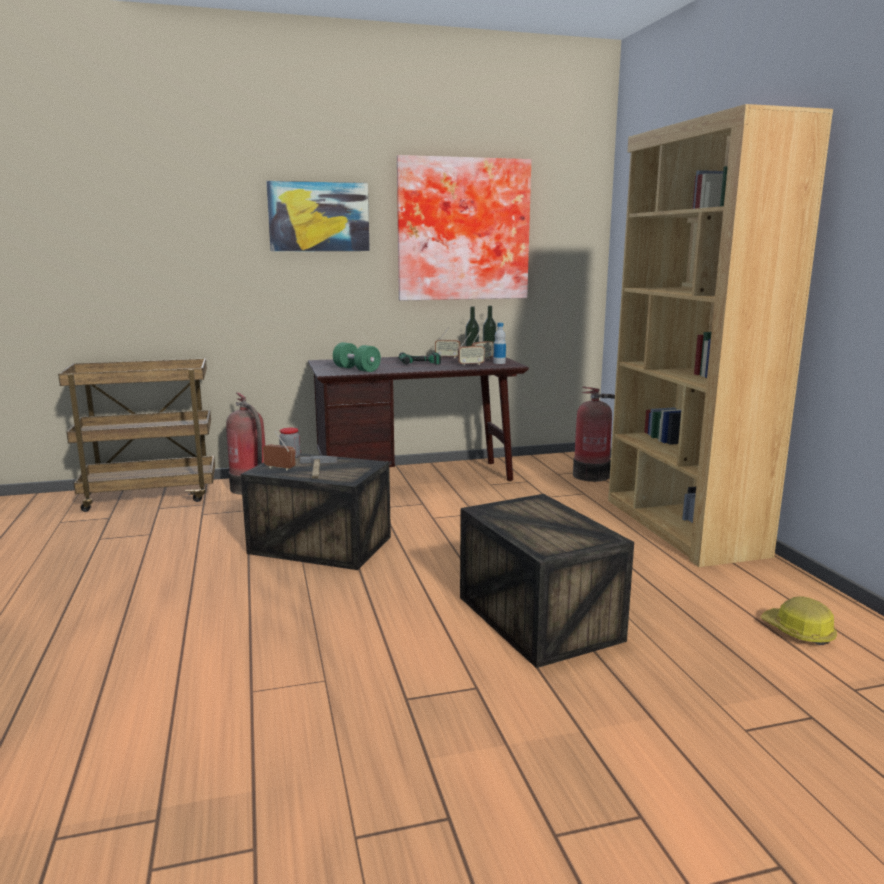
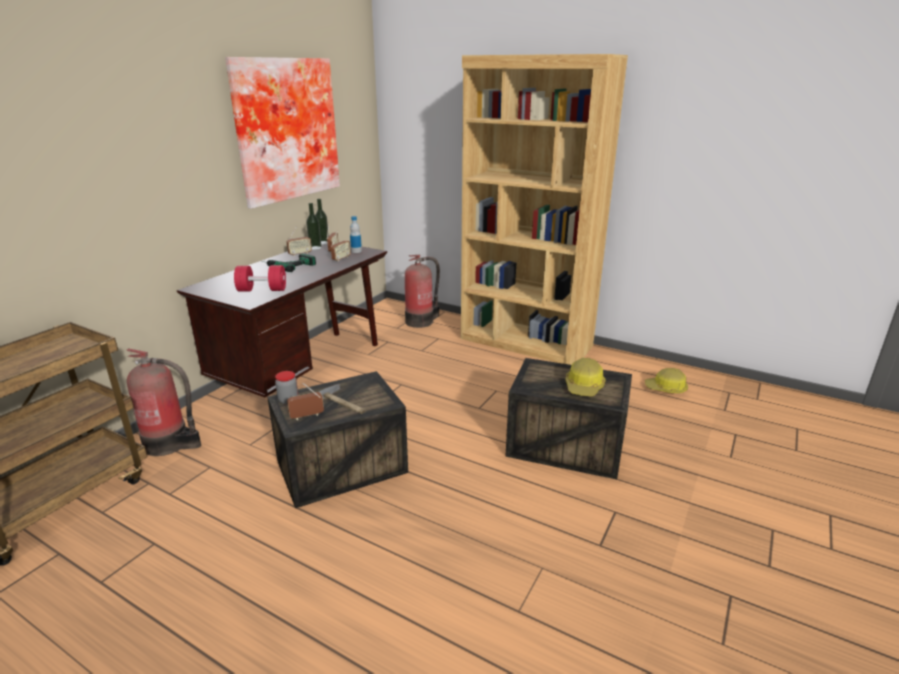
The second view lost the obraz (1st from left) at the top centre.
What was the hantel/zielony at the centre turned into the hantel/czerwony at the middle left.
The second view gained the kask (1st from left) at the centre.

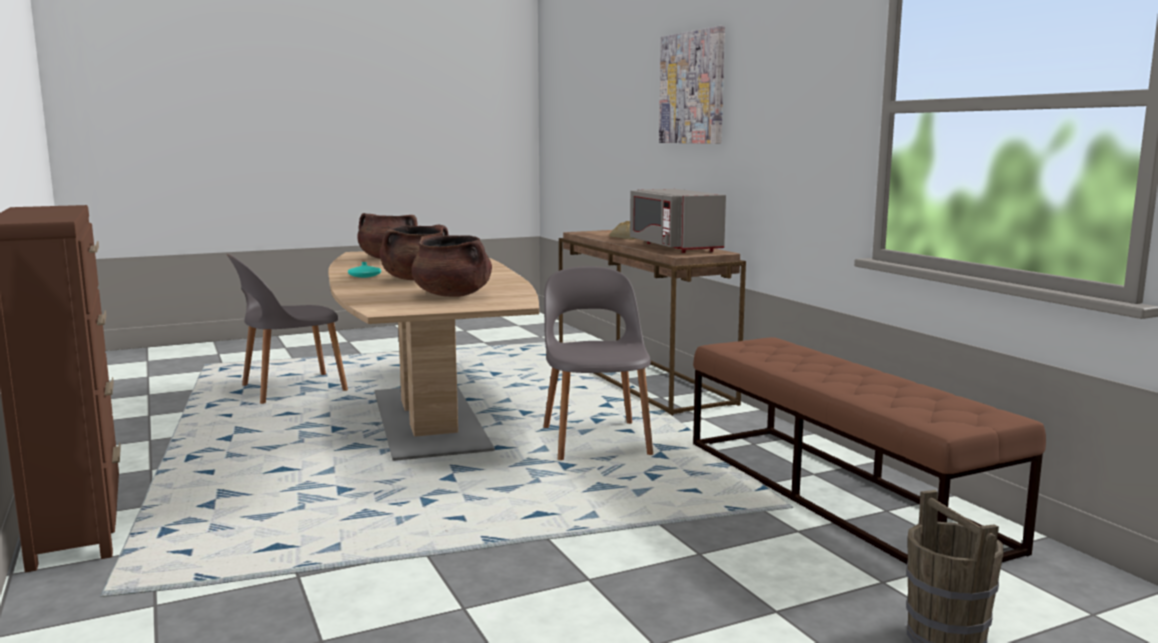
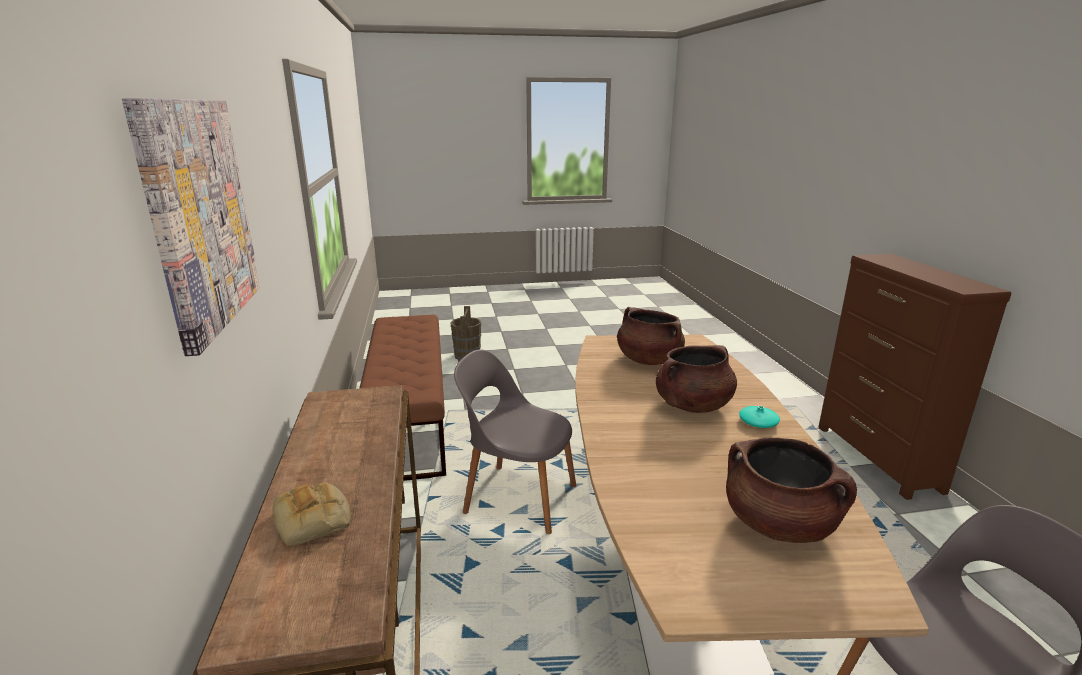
The second view lost the mikrofalówka/szary at the centre.
The krzesło/szary (2nd from left in the first image) at the centre ended up facing another way, 105 degrees clockwise from before.

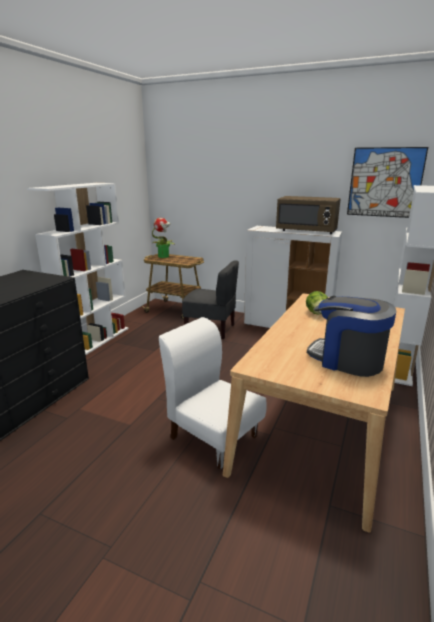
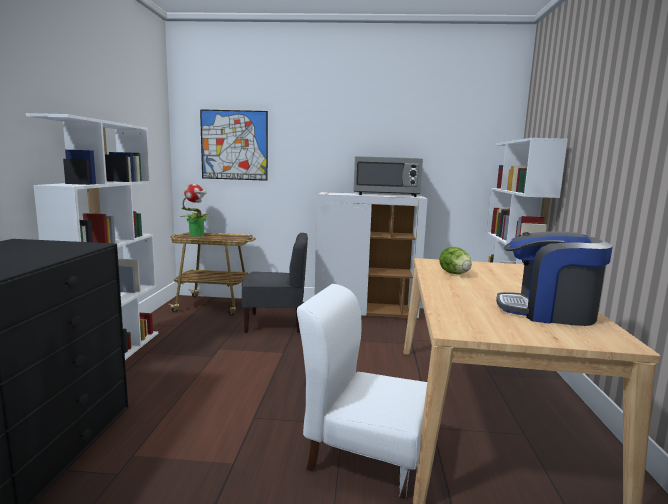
The obraz ended up elsewhere, having gone from the top right to the top centre.
What was the mikrofalówka/brązowy at the middle right turned into the mikrofalówka/szary at the centre.

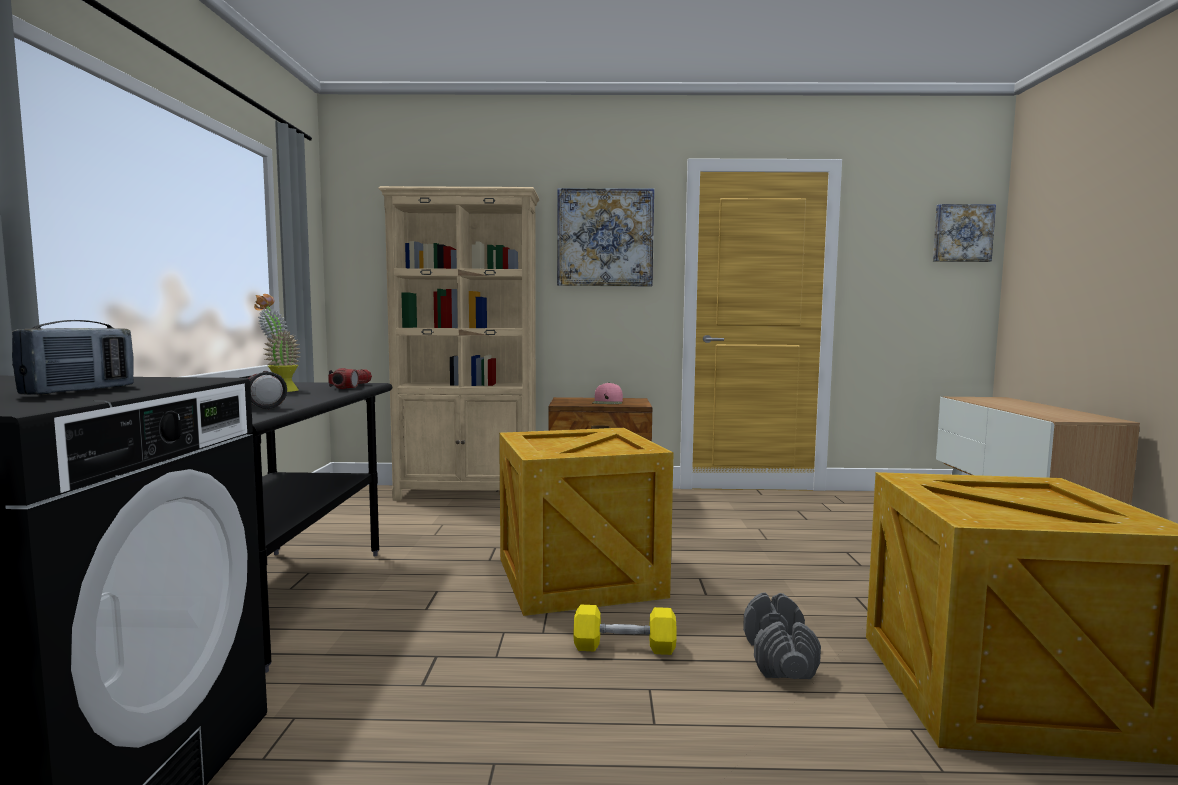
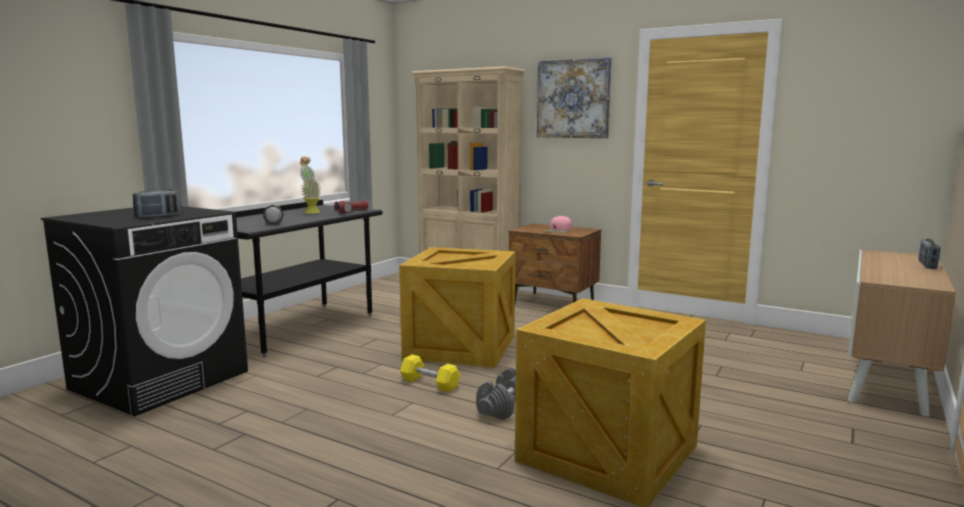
The second view lost the obraz (2nd from left) at the top right.
The second view gained the radio (2nd from left) at the middle right.

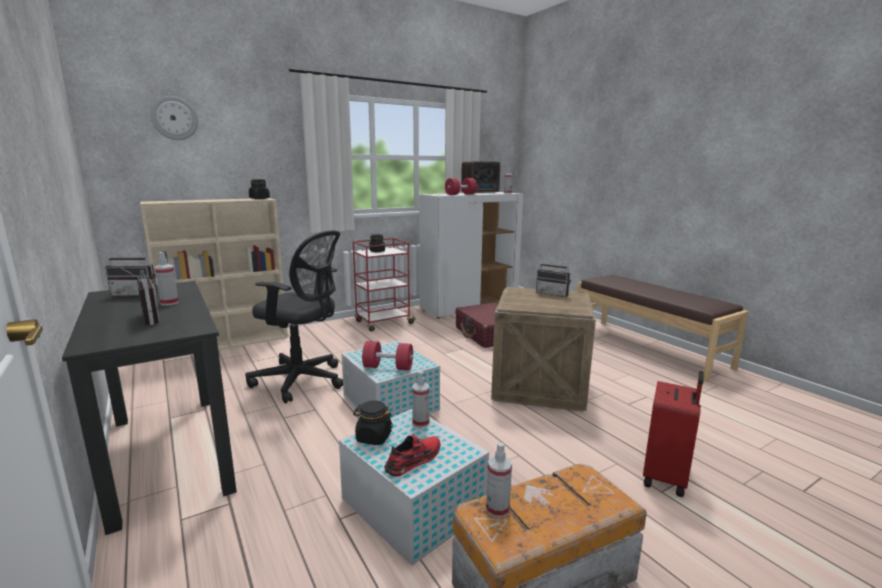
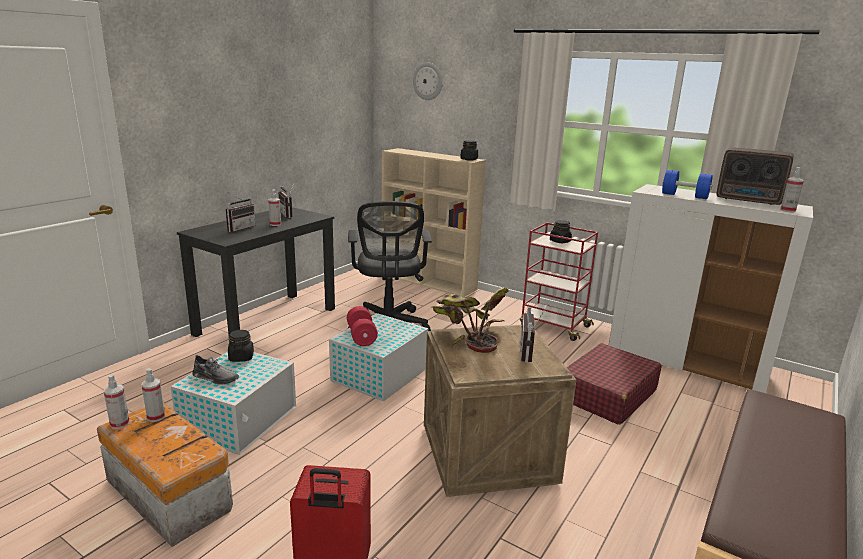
What was the hantel/czerwony (2nd from left) at the top centre turned into the hantel/niebieski at the top right.
The spryskiwacz (2nd from left in the first image) ended up elsewhere, having gone from the bottom centre to the bottom left.
What was the but/czerwony at the bottom centre turned into the but/szary at the middle left.
The second view gained the roślina doniczkowa at the centre.

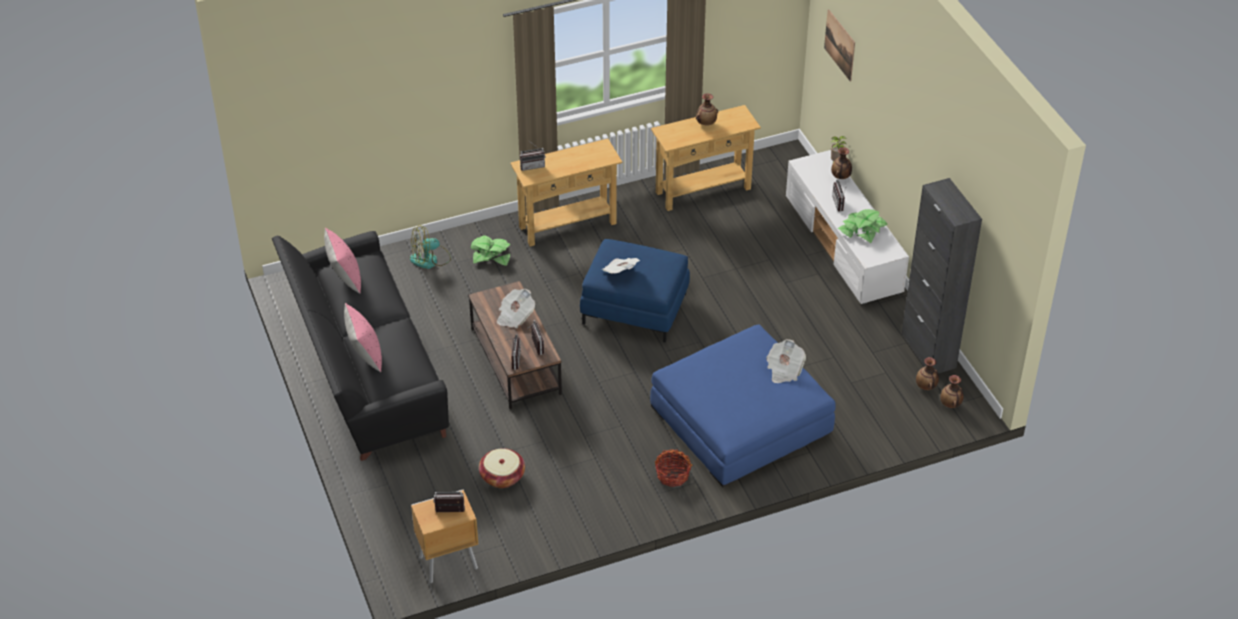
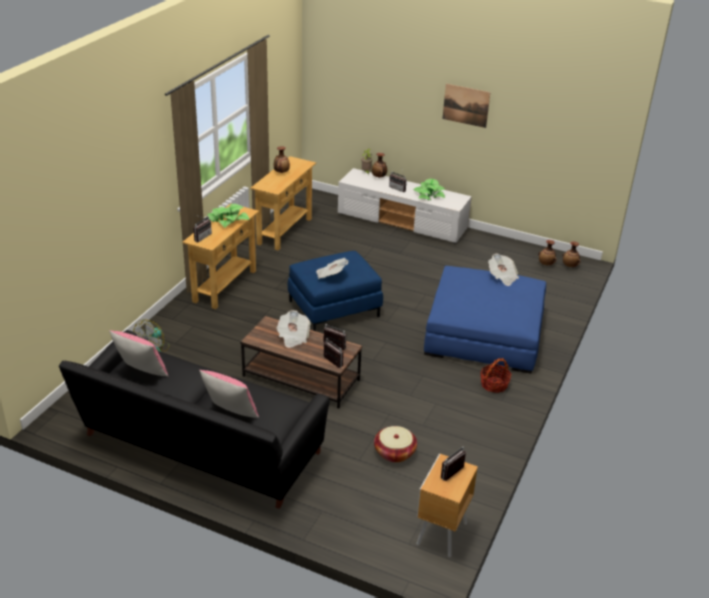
The obraz ended up elsewhere, having gone from the top right to the top centre.
The second view lost the szafka/czarny at the middle right.
The roślina doniczkowa (1st from left) ended up elsewhere, having gone from the centre to the middle left.

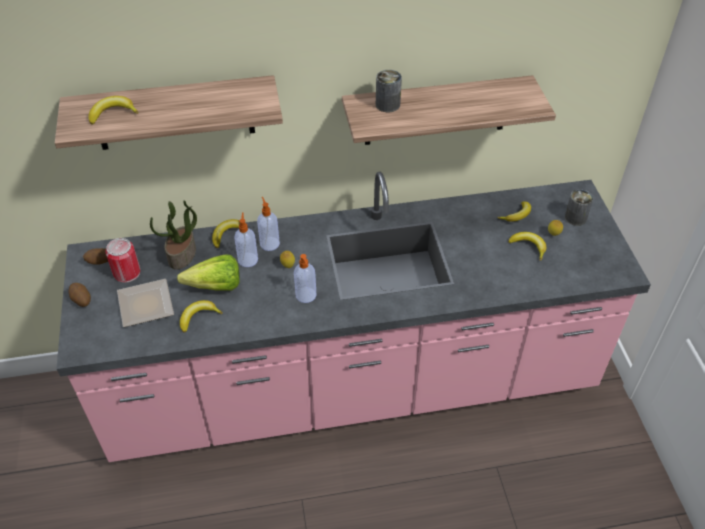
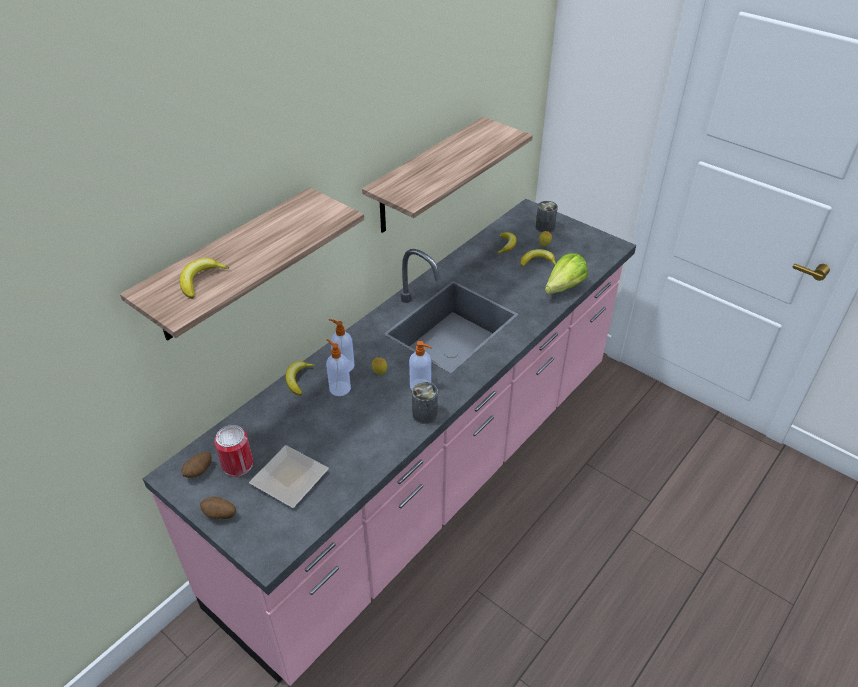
The puszka (2nd from left) ended up elsewhere, having gone from the top centre to the centre.
The second view lost the roślina doniczkowa at the middle left.
The sałata ended up elsewhere, having gone from the middle left to the centre.
The second view lost the banan (2nd from left) at the middle left.

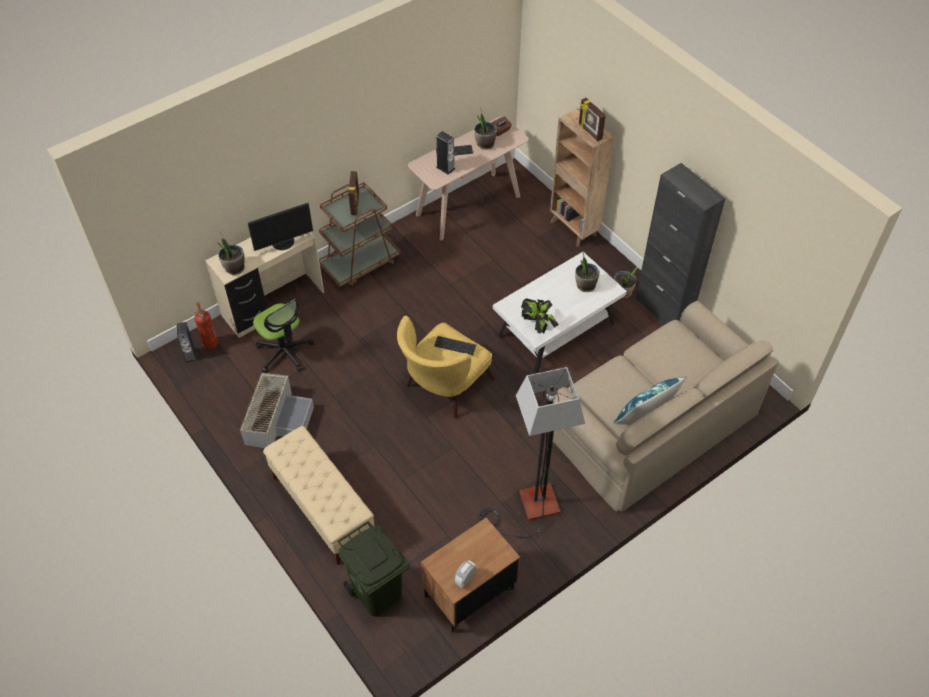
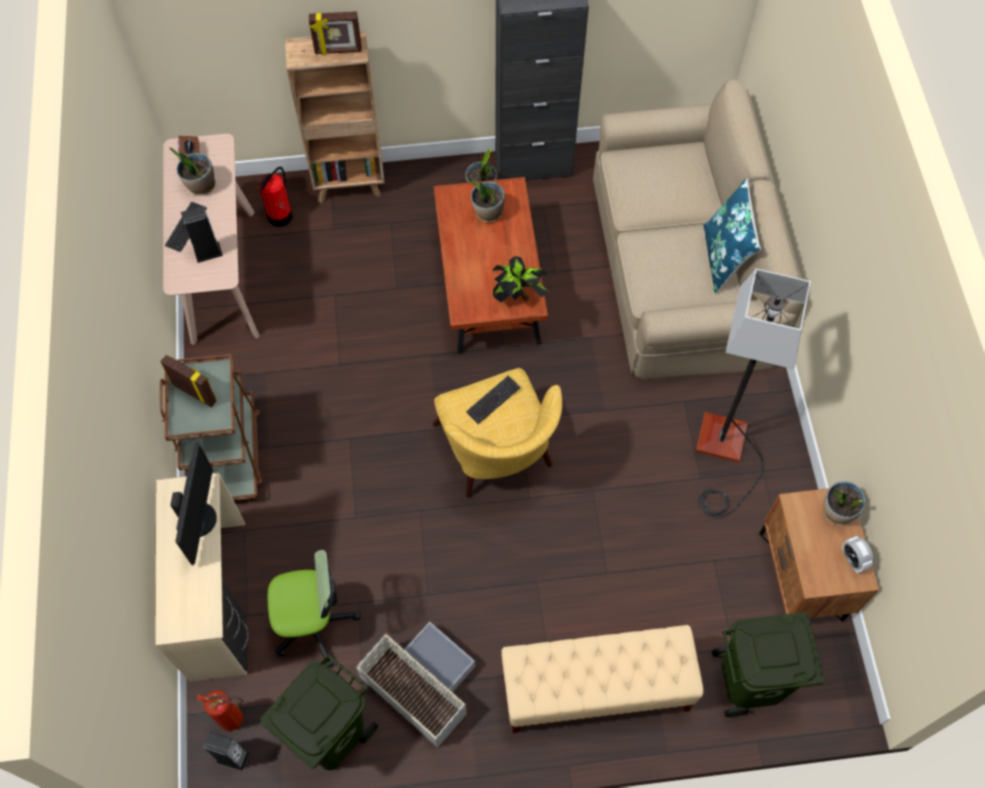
The roślina doniczkowa (1st from left in the first image) ended up elsewhere, having gone from the middle left to the middle right.
What was the ława/biały at the centre turned into the ława/brązowy at the centre.
The second view gained the gaśnica (2nd from left) at the top left.
The second view gained the kosz na śmieci/zielony (1st from left) at the bottom left.

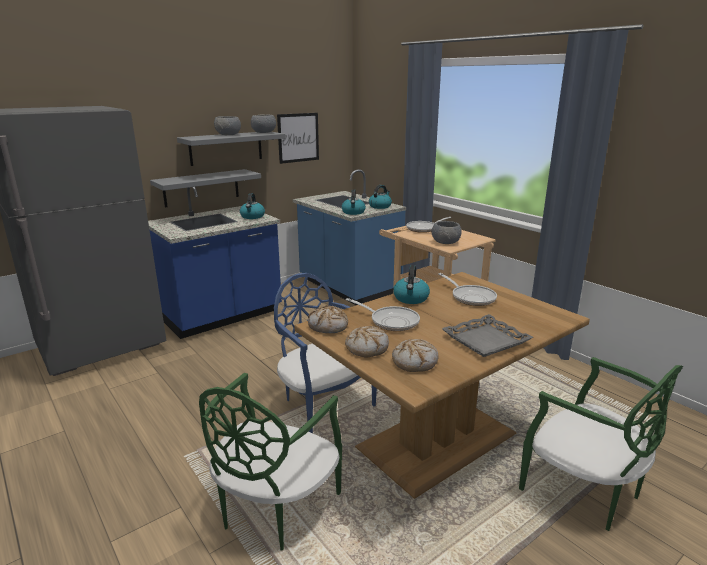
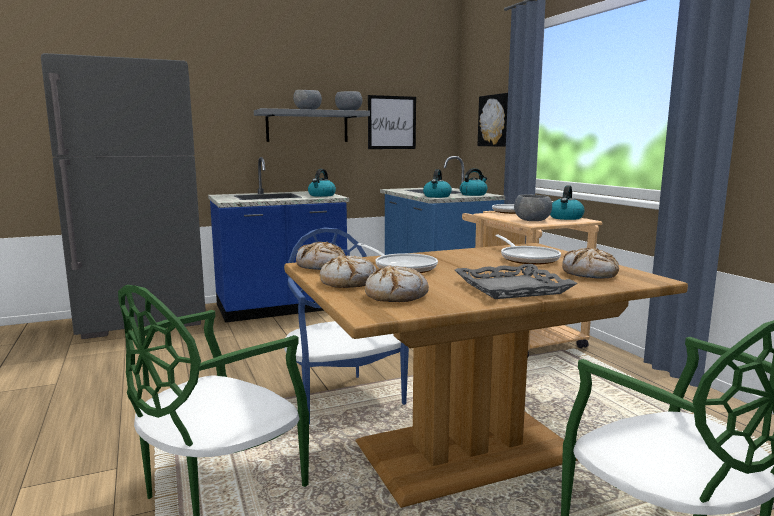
The second view lost the półka/szary (1st from left) at the top left.
The czajnik (4th from left) ended up elsewhere, having gone from the centre to the middle right.
The second view gained the obraz (2nd from left) at the top centre.
The second view gained the chleb (4th from left) at the middle right.

